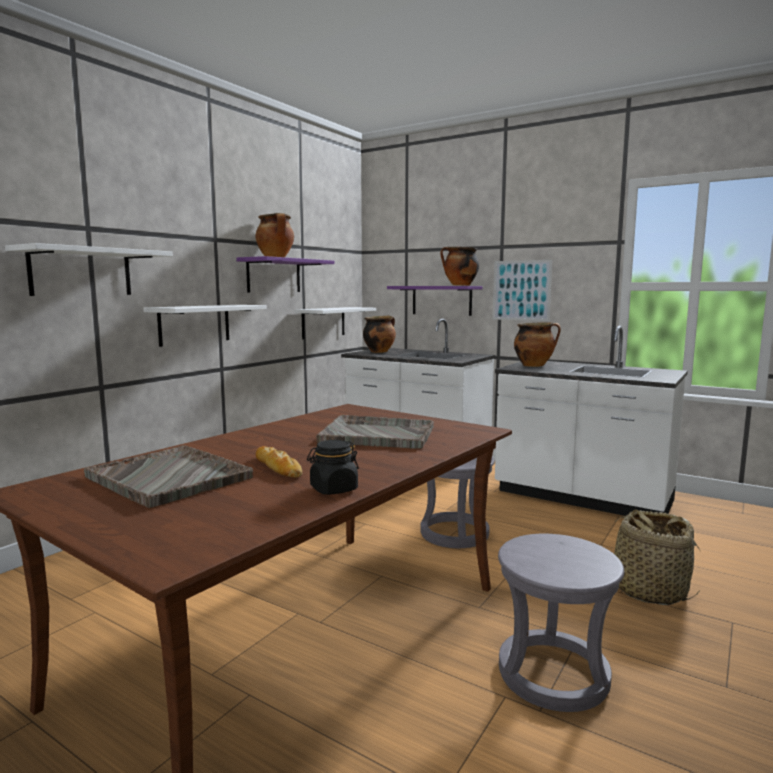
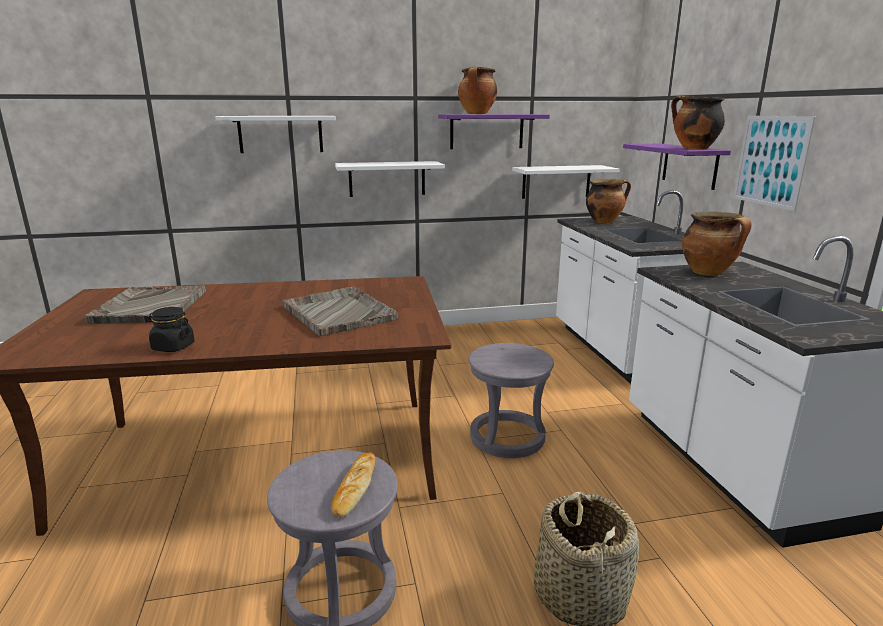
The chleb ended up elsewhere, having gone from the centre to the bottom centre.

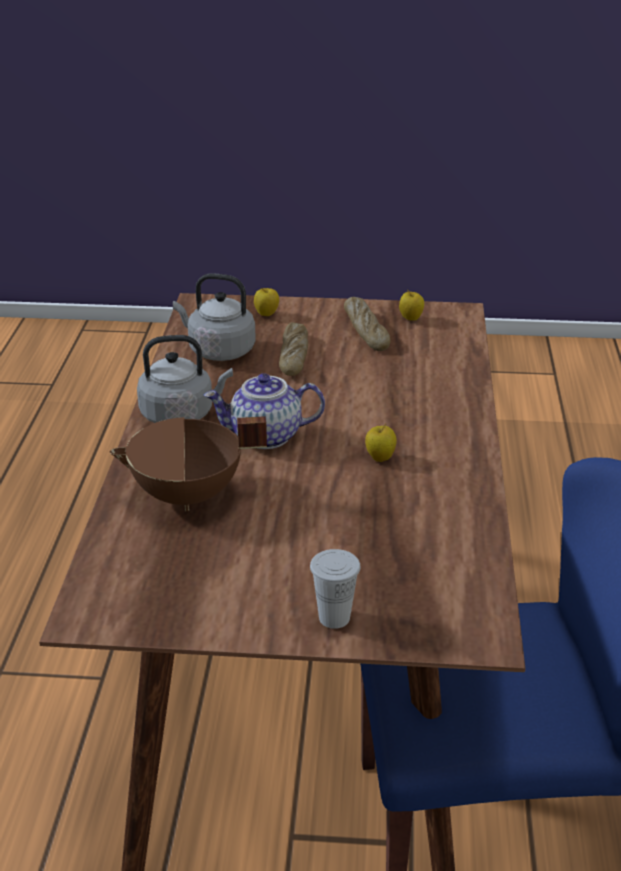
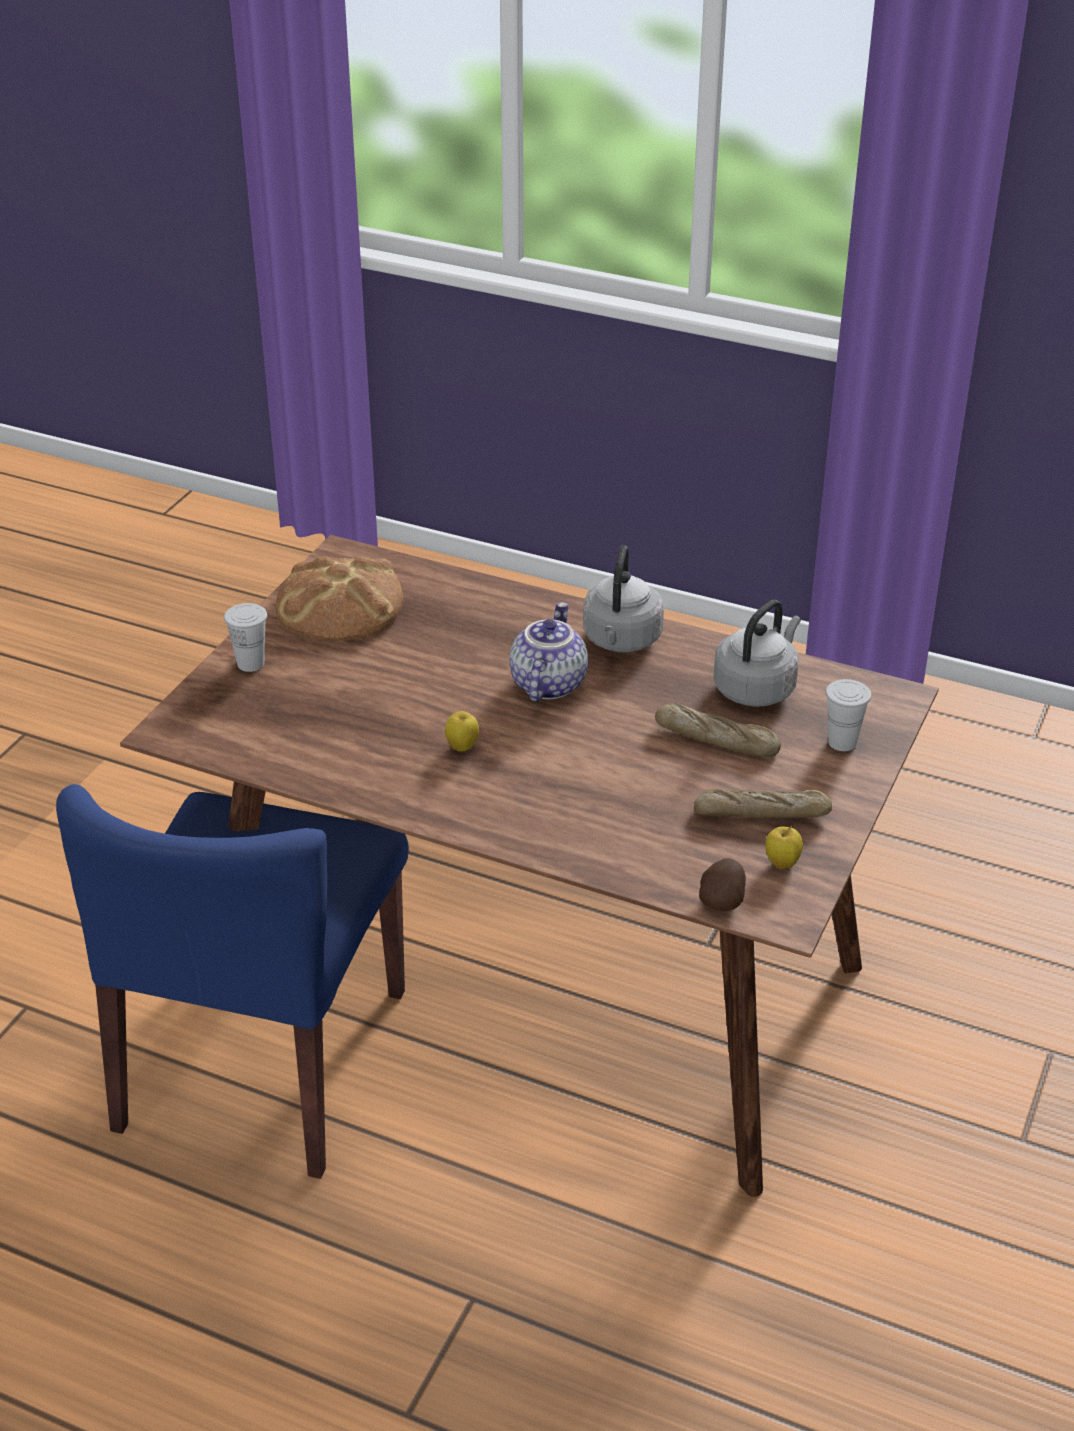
Where the jabłko (1st from left) stood at the centre, the filiżanka/biały (2nd from left) came to stand at the middle right.
The second view lost the garnek/brązowy at the middle left.
The second view gained the chleb (1st from left) at the middle left.
The second view gained the ziemniak at the middle right.

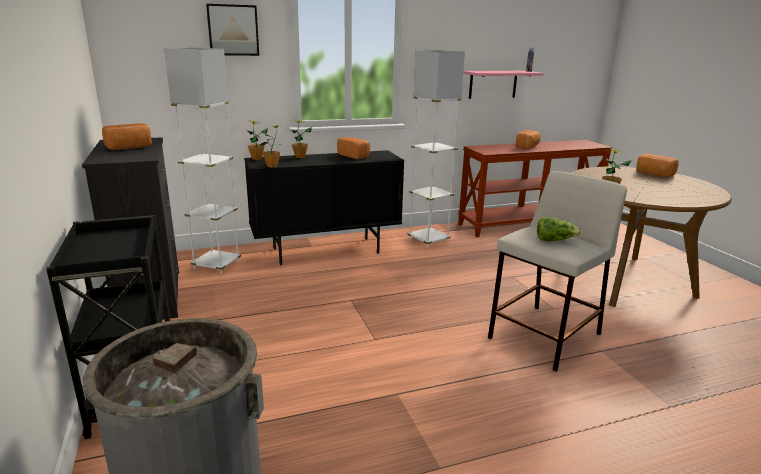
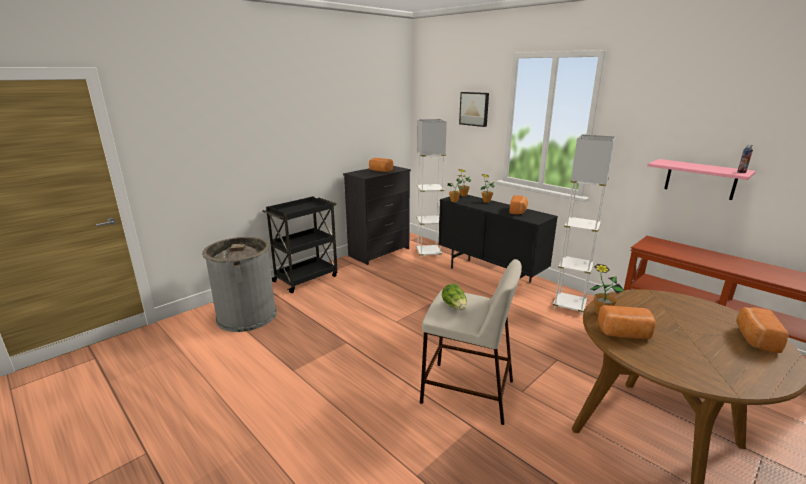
The chleb (3rd from left) ended up elsewhere, having gone from the top right to the middle right.

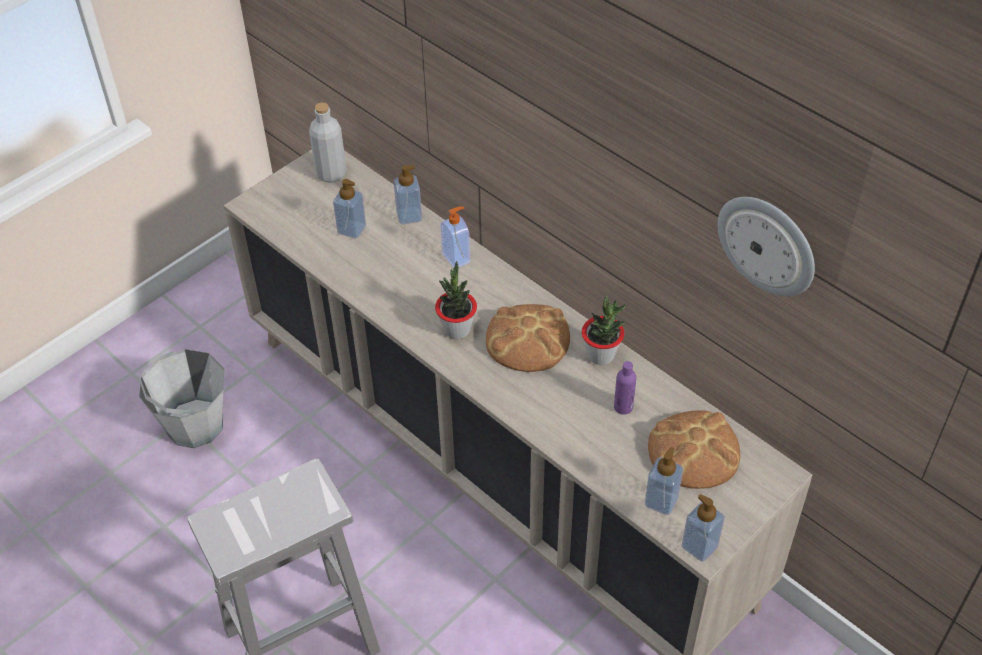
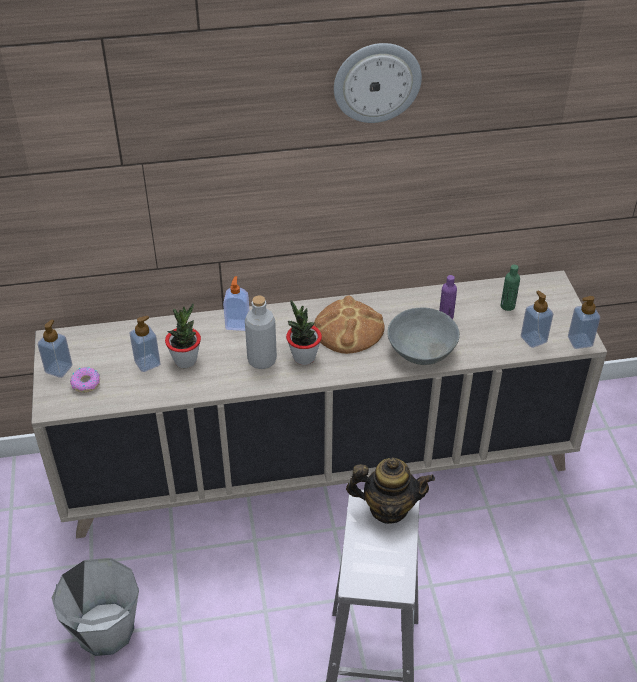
The butelka/szary ended up elsewhere, having gone from the top left to the centre.
The dozownik mydła (2nd from left in the first image) ended up elsewhere, having gone from the top centre to the middle left.
The zegar ścienny ended up elsewhere, having gone from the middle right to the top centre.
The roślina doniczkowa (2nd from left in the first image) ended up elsewhere, having gone from the centre to the middle left.
Where the chleb (2nd from left) stood at the bottom right, the butelka/zielony came to stand at the middle right.
The second view gained the miska/szary at the centre.
The second view gained the donut at the middle left.
The second view gained the imbryk at the bottom centre.

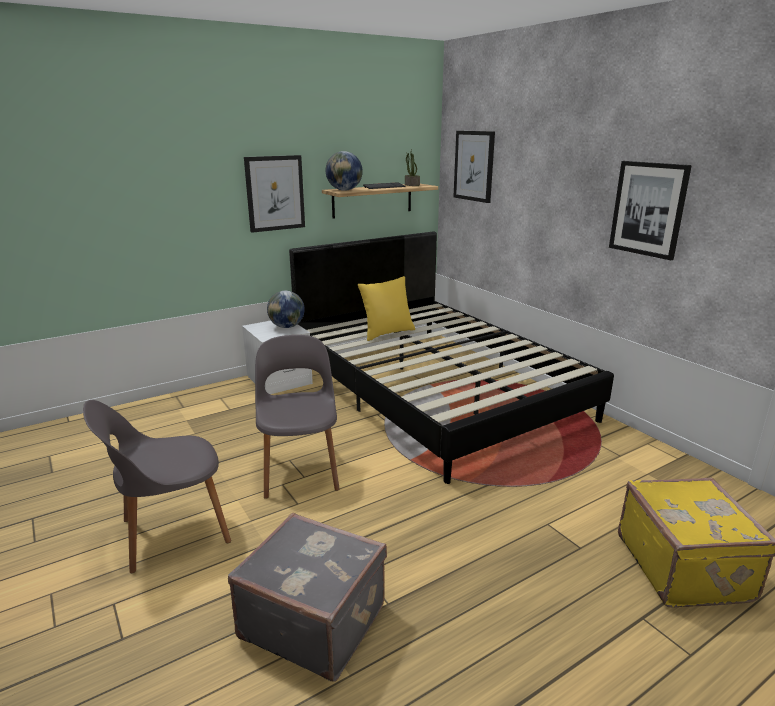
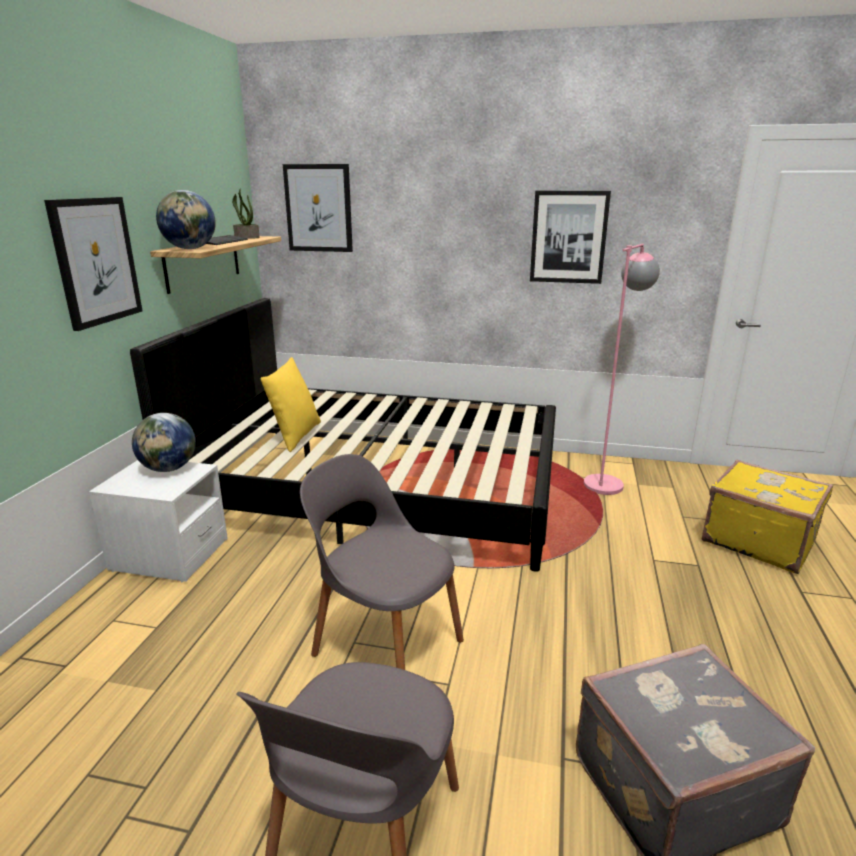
The second view gained the lampa stojąca/różowy at the middle right.

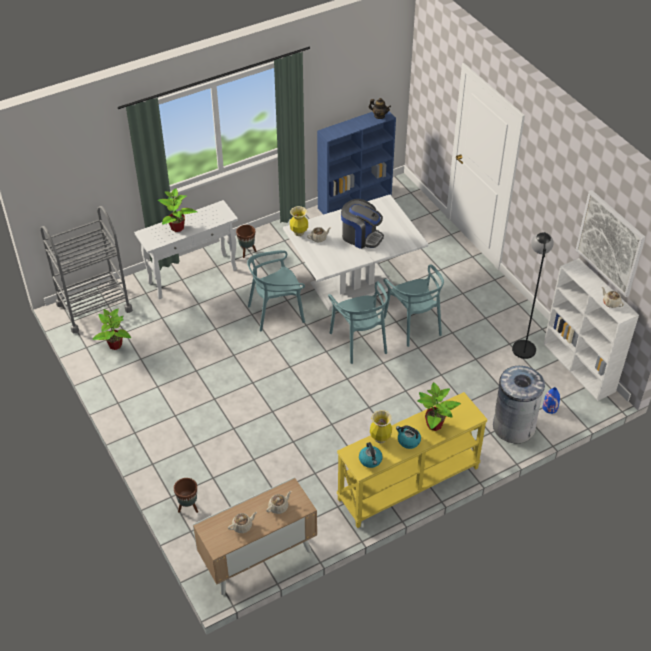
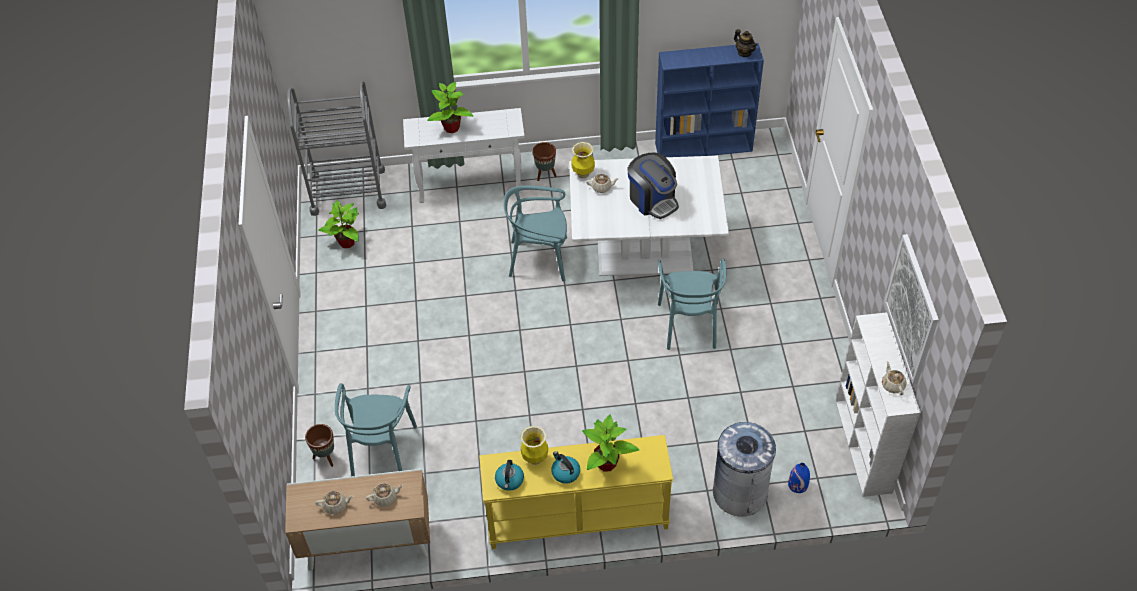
The second view lost the lampa stojąca/czarny at the middle right.
The krzesło/turkusowy (2nd from left in the first image) ended up elsewhere, having gone from the centre to the bottom left.

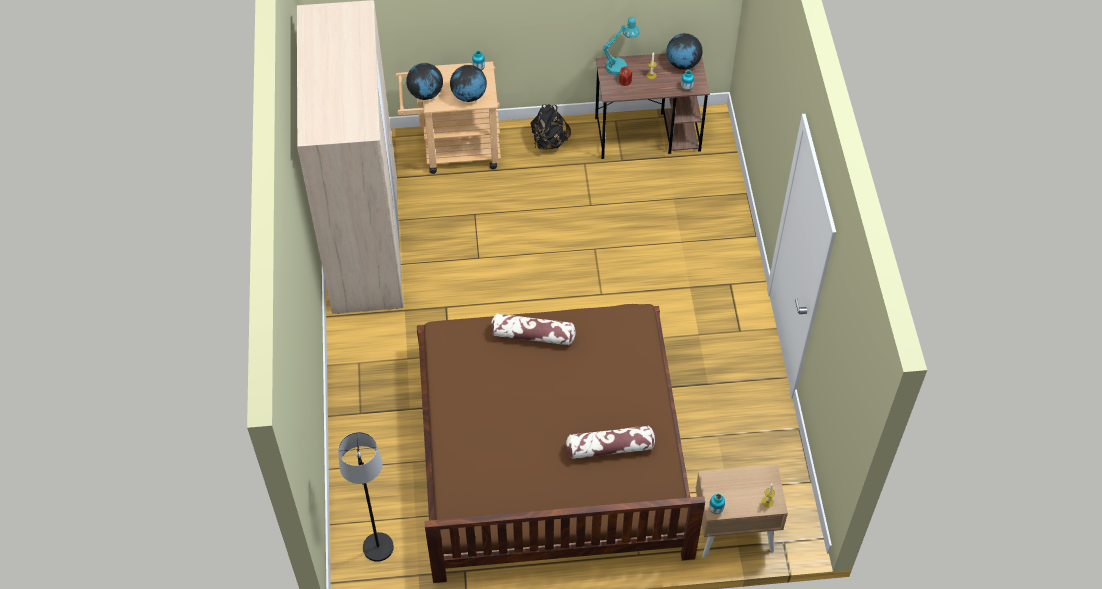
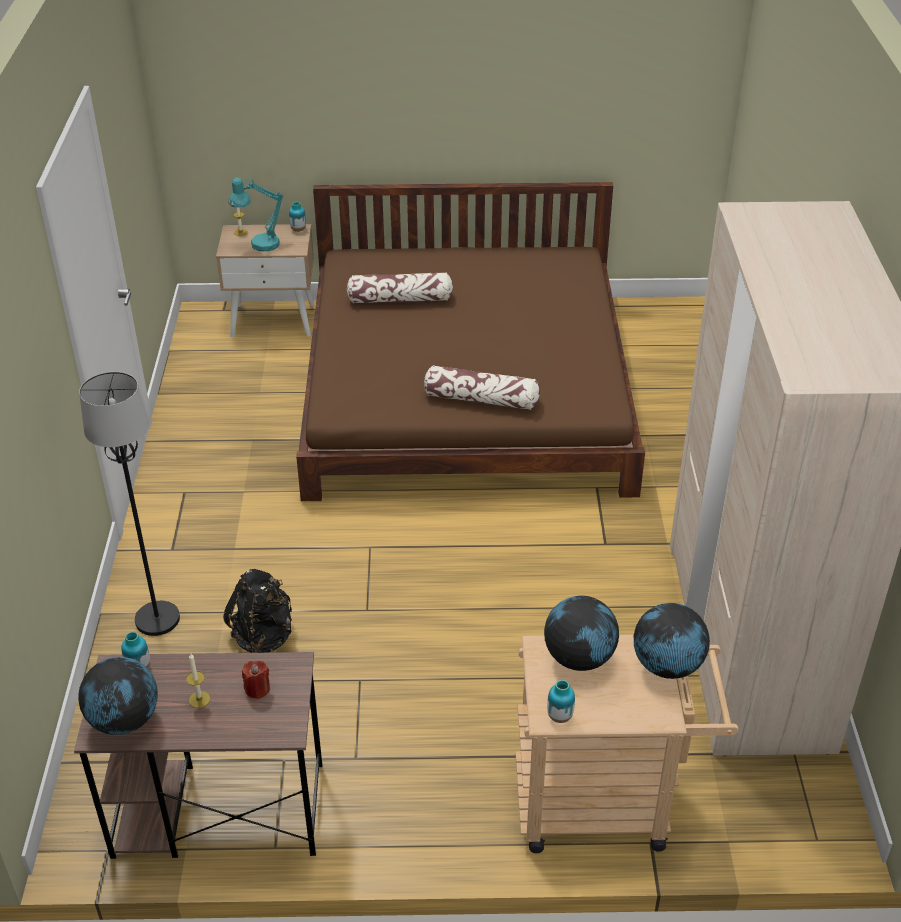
The lampa stołowa/turkusowy ended up elsewhere, having gone from the top centre to the top left.
The plecak/czarny ended up elsewhere, having gone from the top centre to the middle left.
The lampa stojąca/czarny ended up elsewhere, having gone from the bottom left to the middle left.

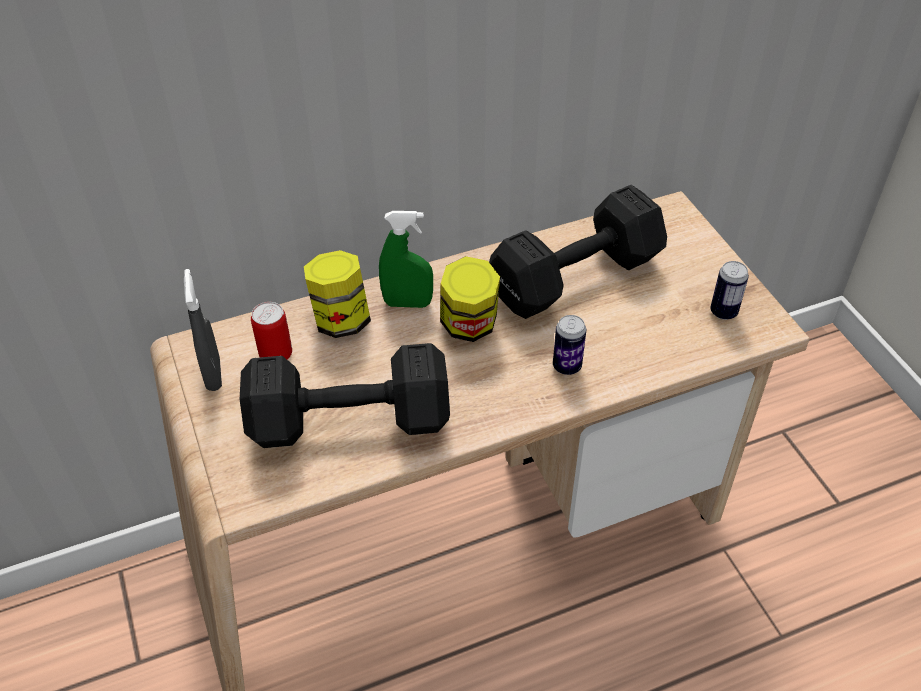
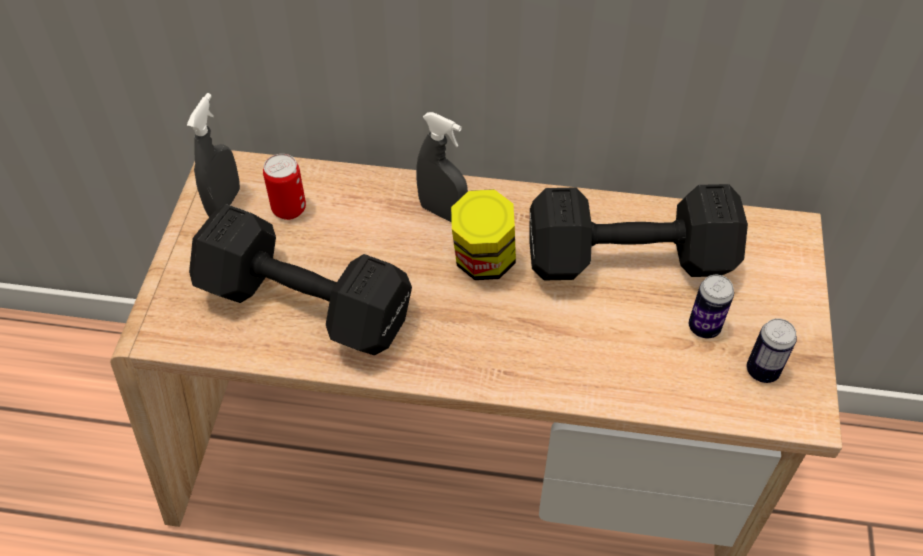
What was the spryskiwacz/zielony at the centre turned into the spryskiwacz/szary (2nd from left) at the top centre.
The second view lost the słoik (1st from left) at the centre.
The puszka (2nd from left) ended up elsewhere, having gone from the centre to the middle right.

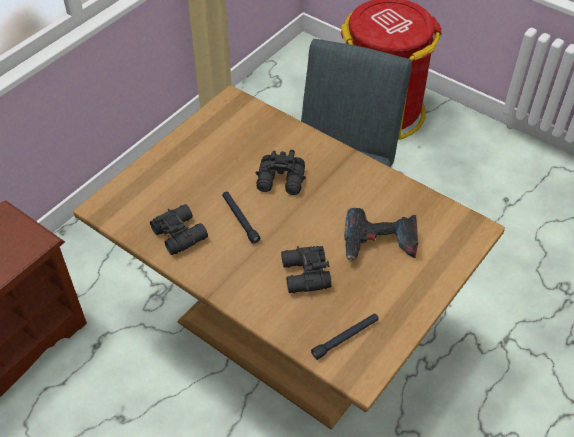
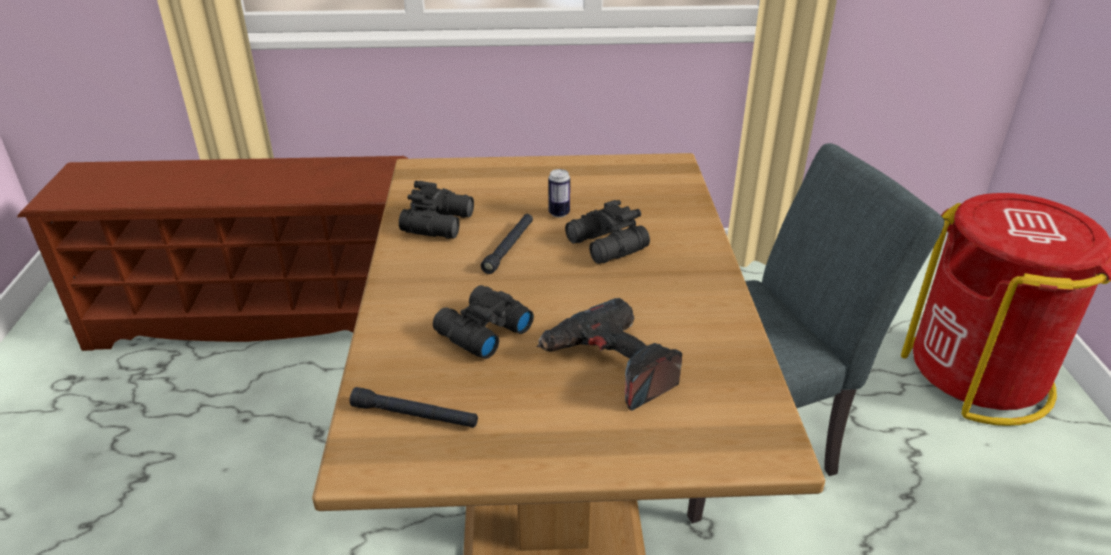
The second view gained the puszka at the centre.

